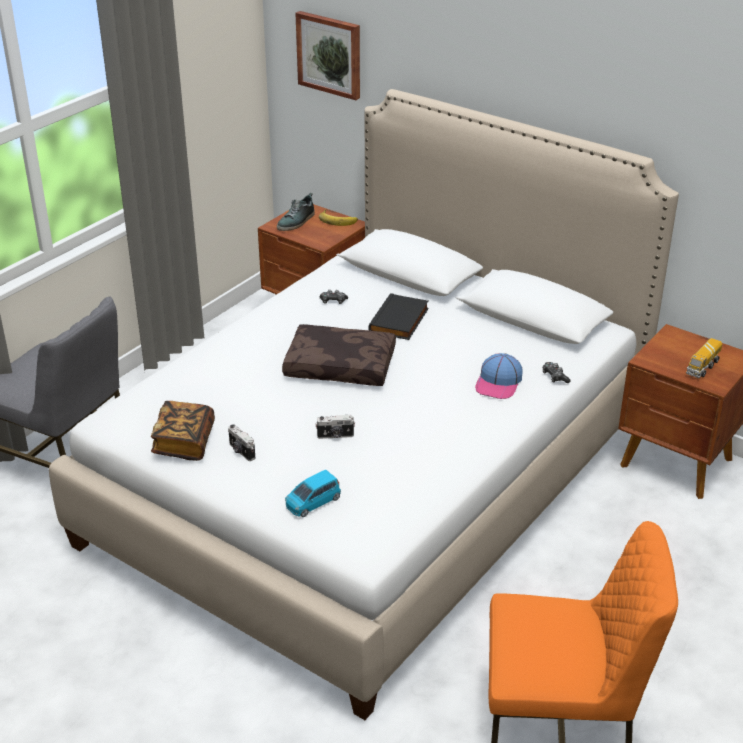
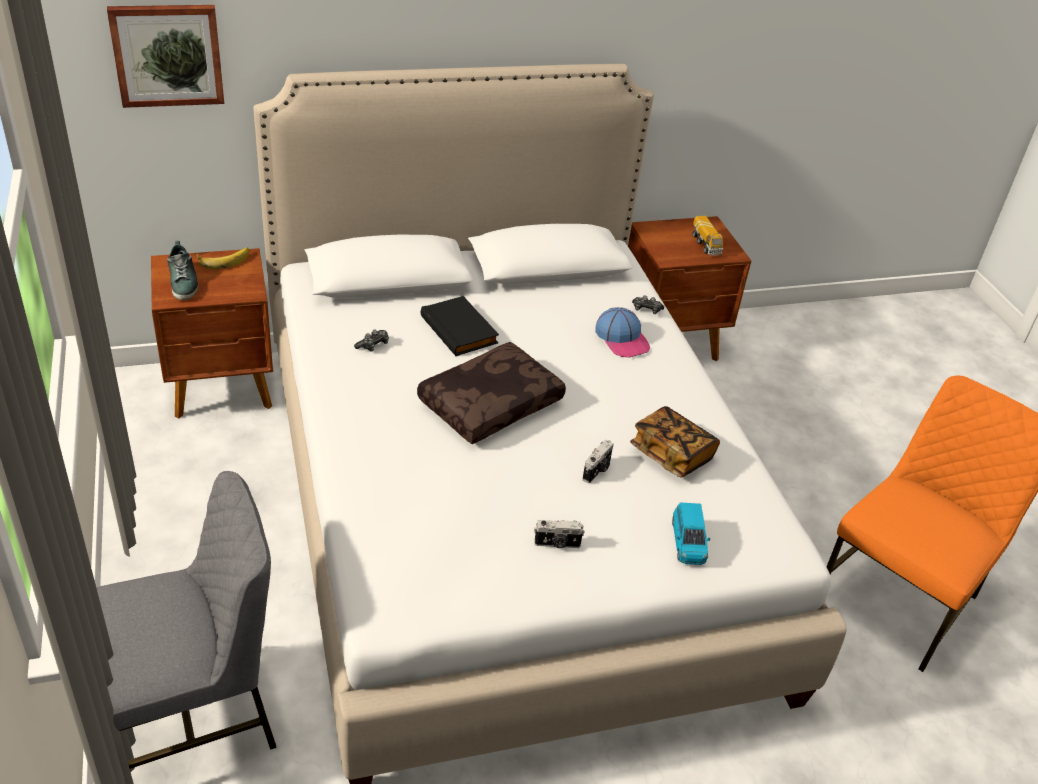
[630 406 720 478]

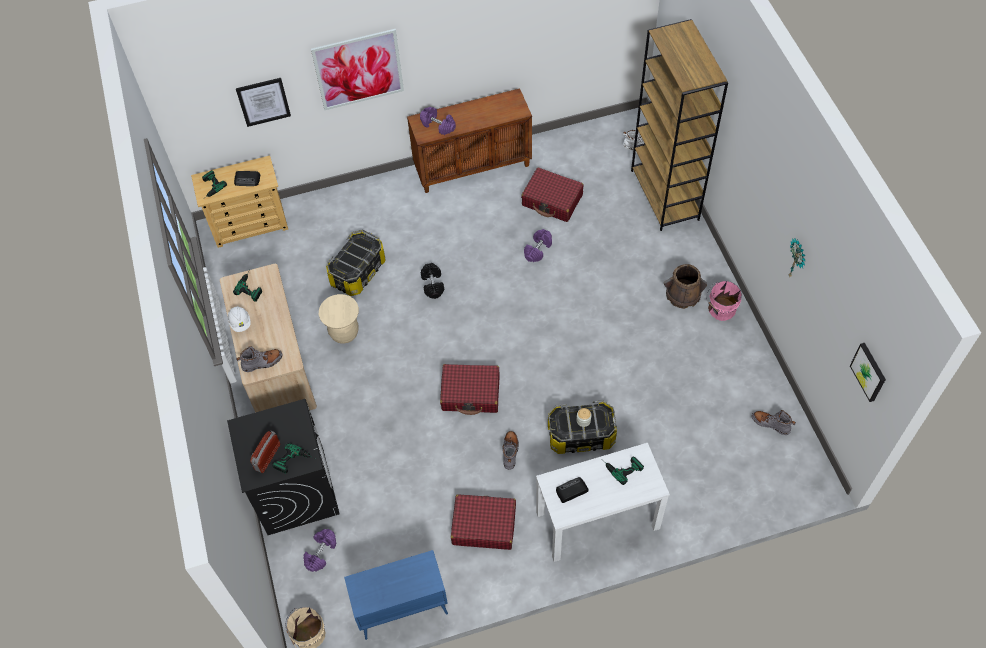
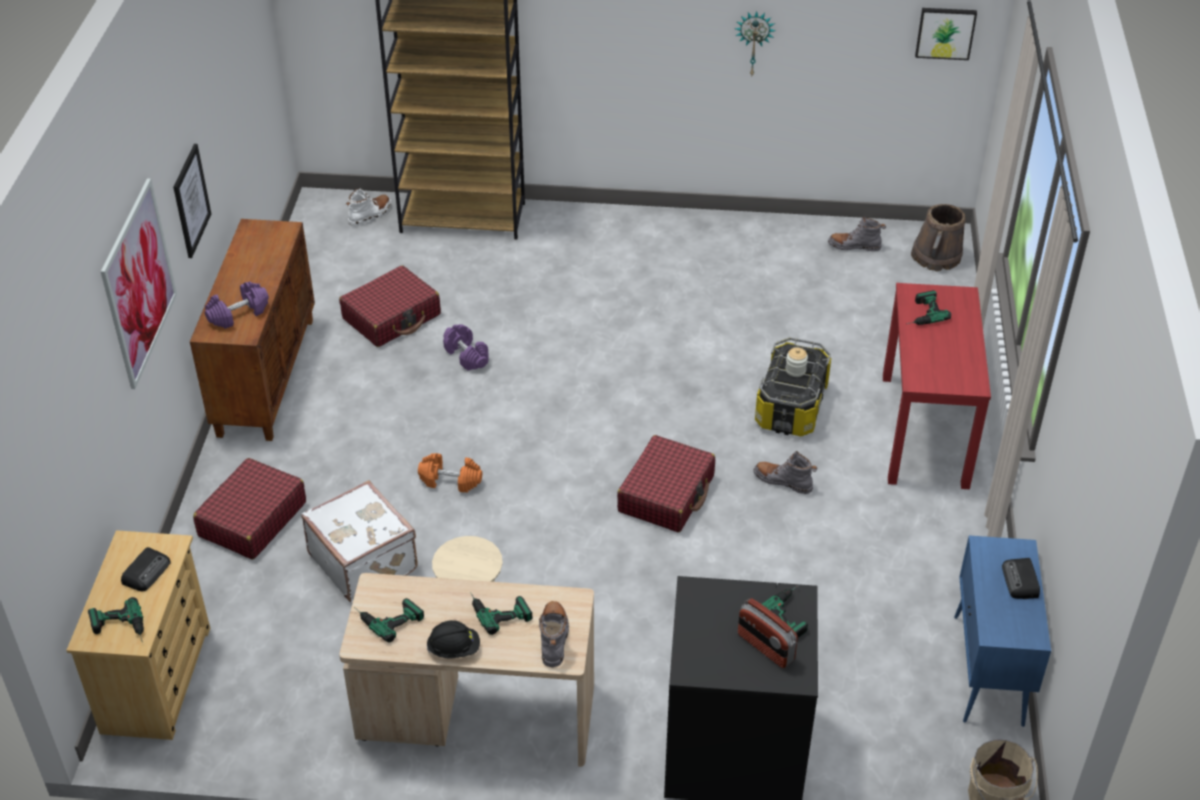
[173 144 211 258]
[301 480 418 603]
[418 453 482 493]
[911 204 966 271]
[706 281 742 321] (first image)
[427 620 480 659]
[828 216 886 251]
[883 283 991 489]
[1002 558 1040 599]
[193 458 306 559]
[303 529 337 572] (first image)
[470 592 533 635]

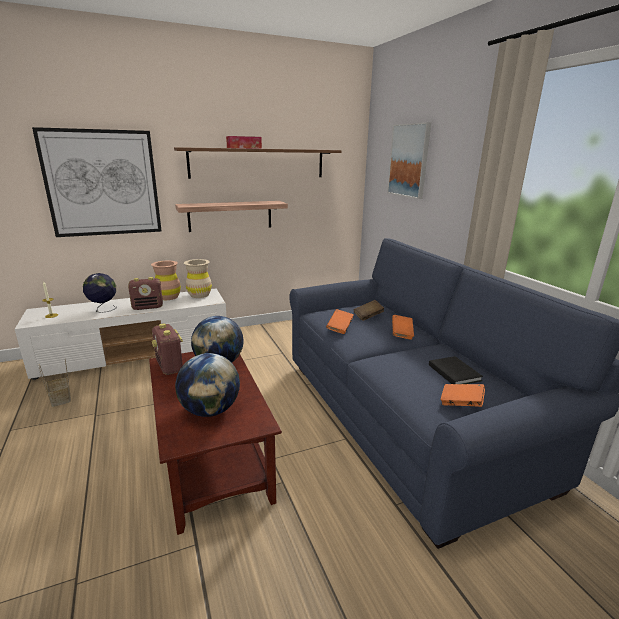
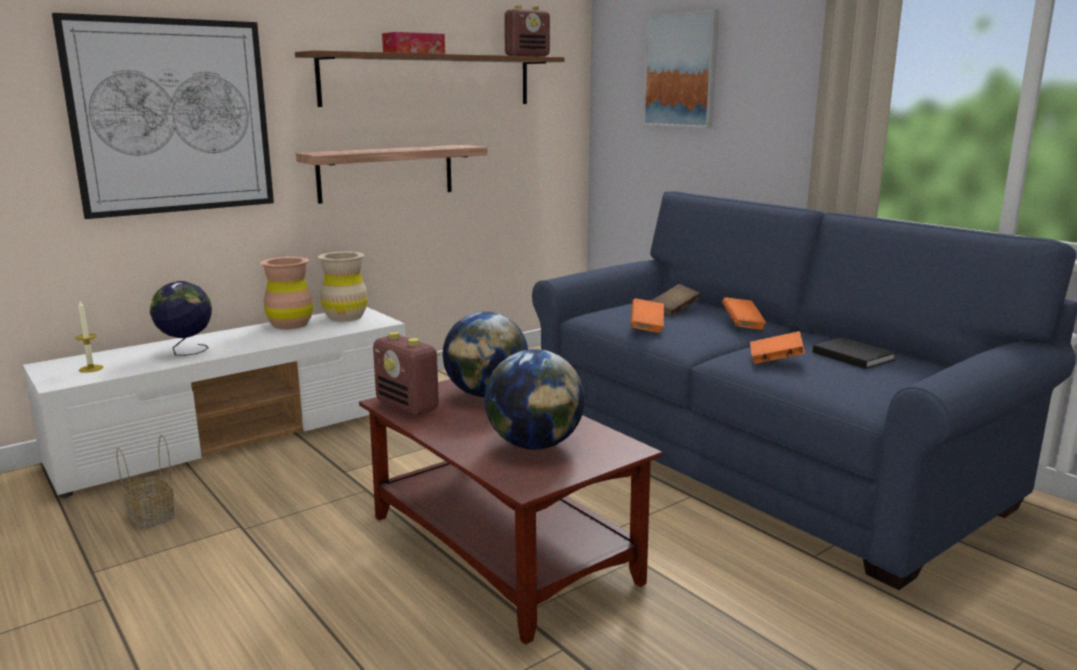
[504 5 550 57]
[750 331 805 364]

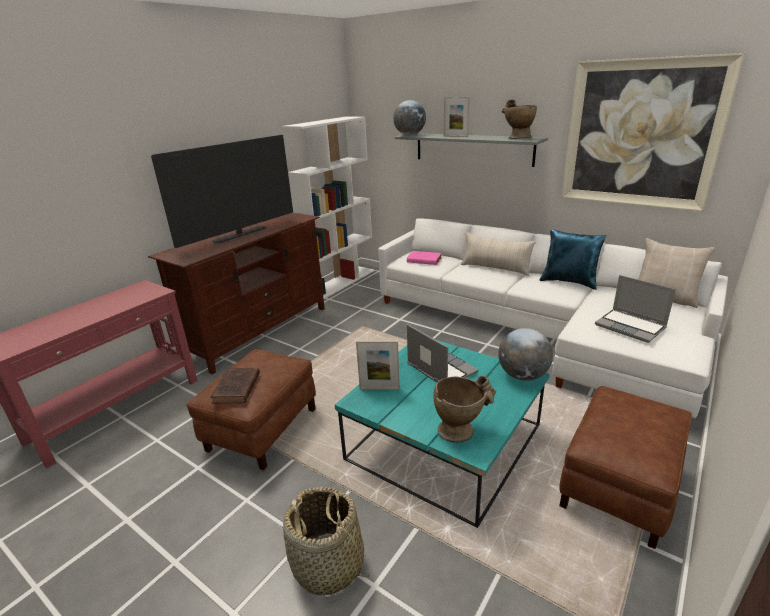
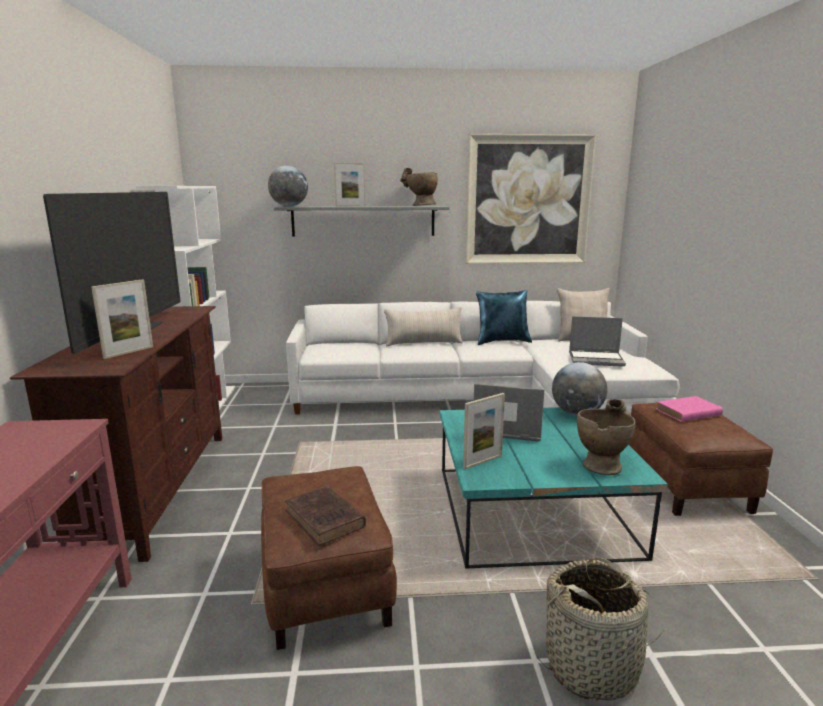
[656 396 723 422]
[91 279 153 359]

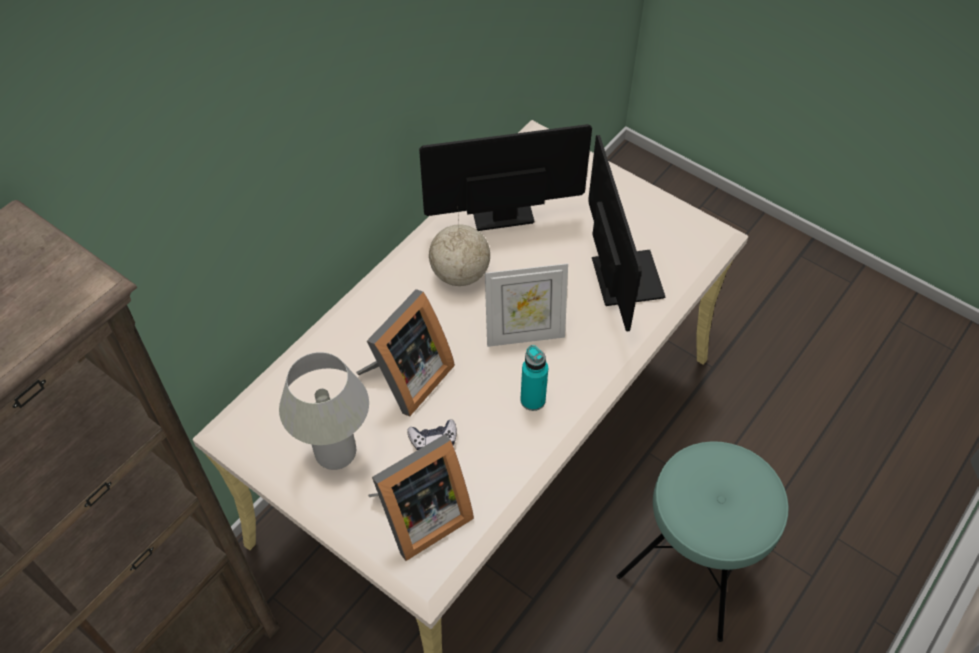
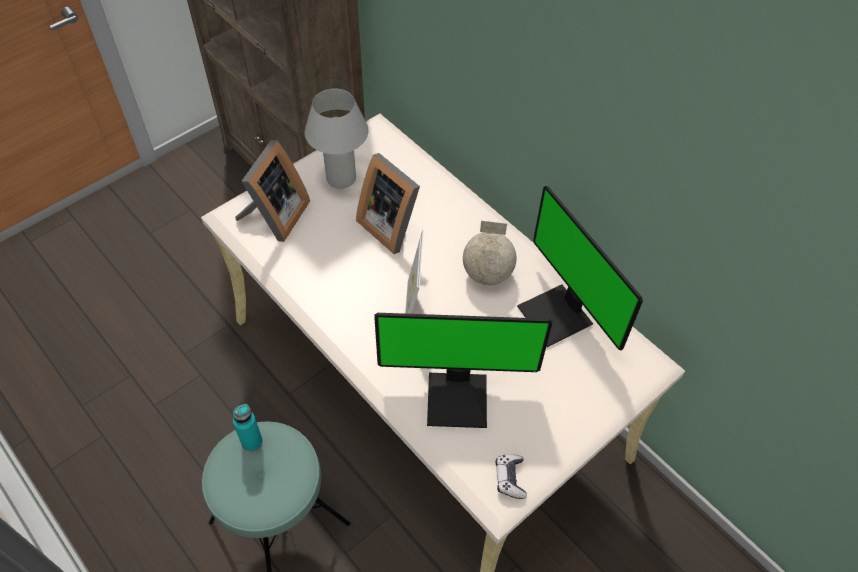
[517 186 643 350]
[233 404 263 451]
[496 454 527 499]
[235 140 310 242]

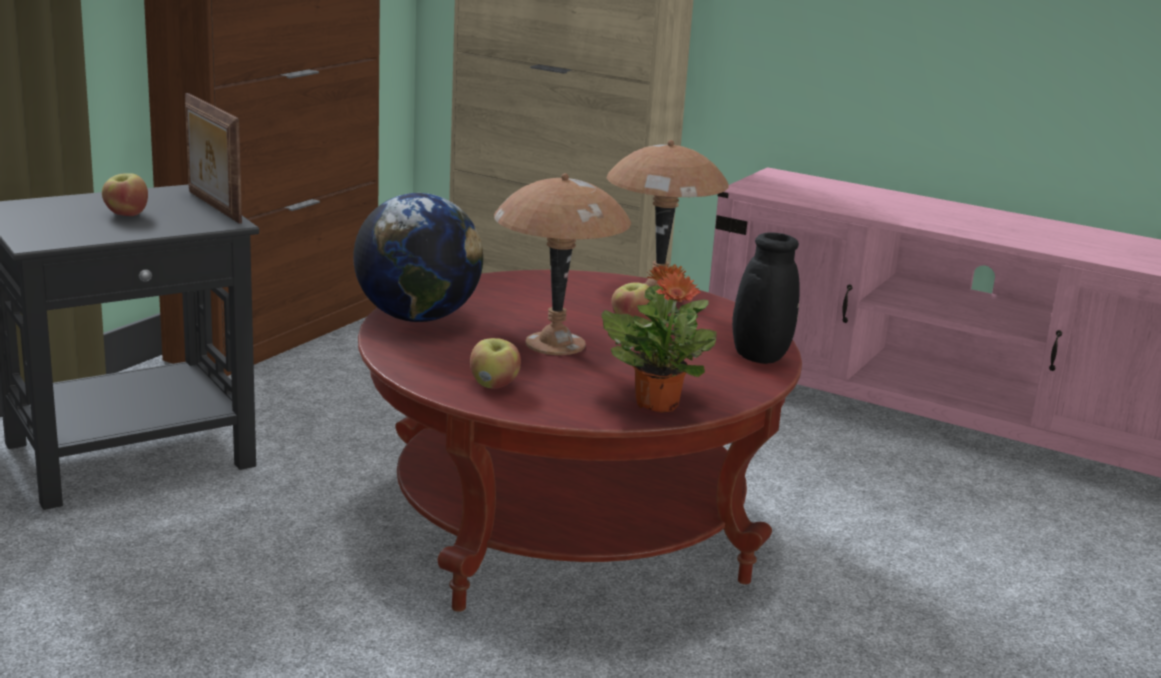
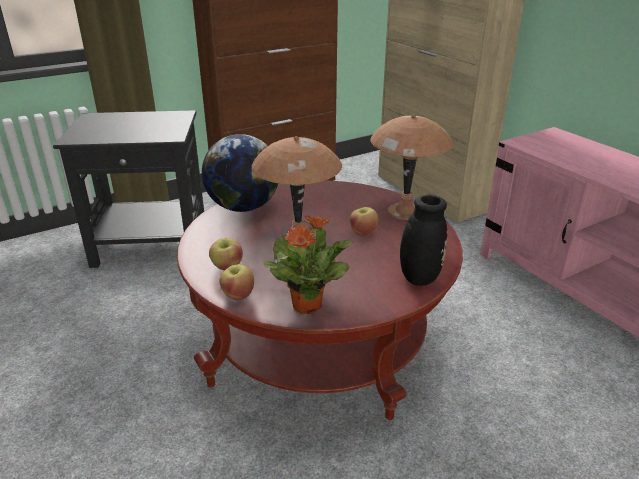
[185 93 242 224] (first image)
[219 264 254 300]

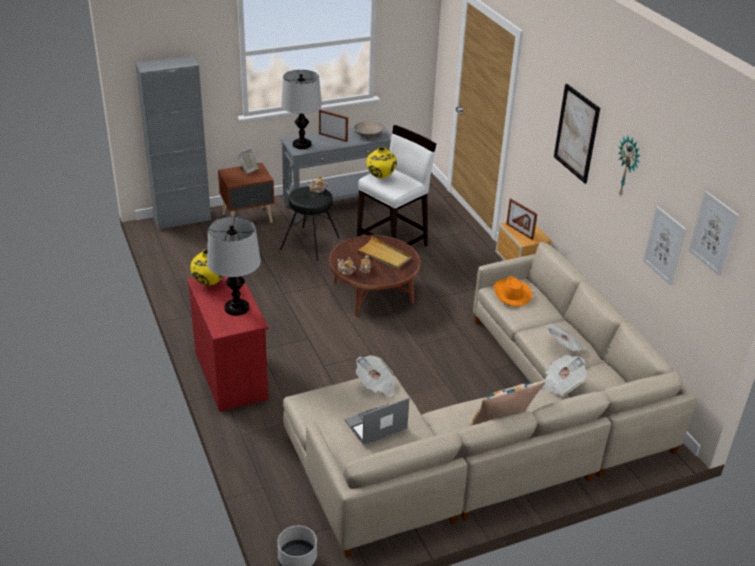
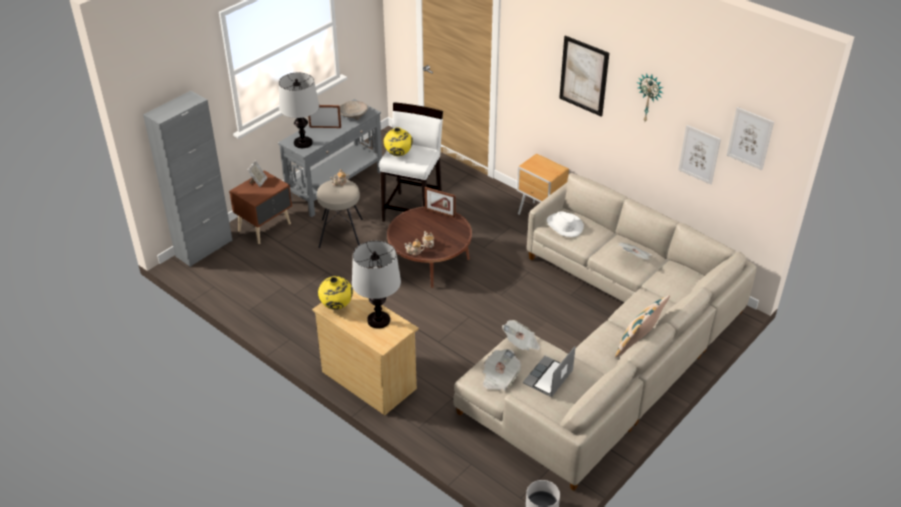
[317 180 363 248]
[425 187 456 218]
[355 237 412 269] (first image)
[312 289 419 415]
[547 211 584 237]
[483 349 521 391]

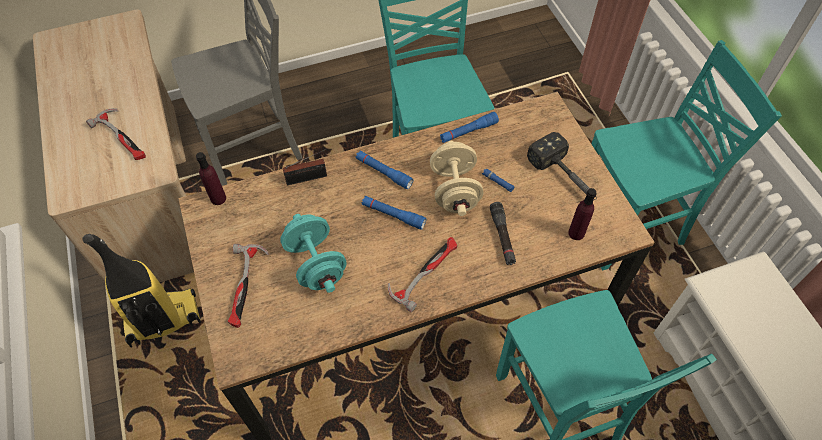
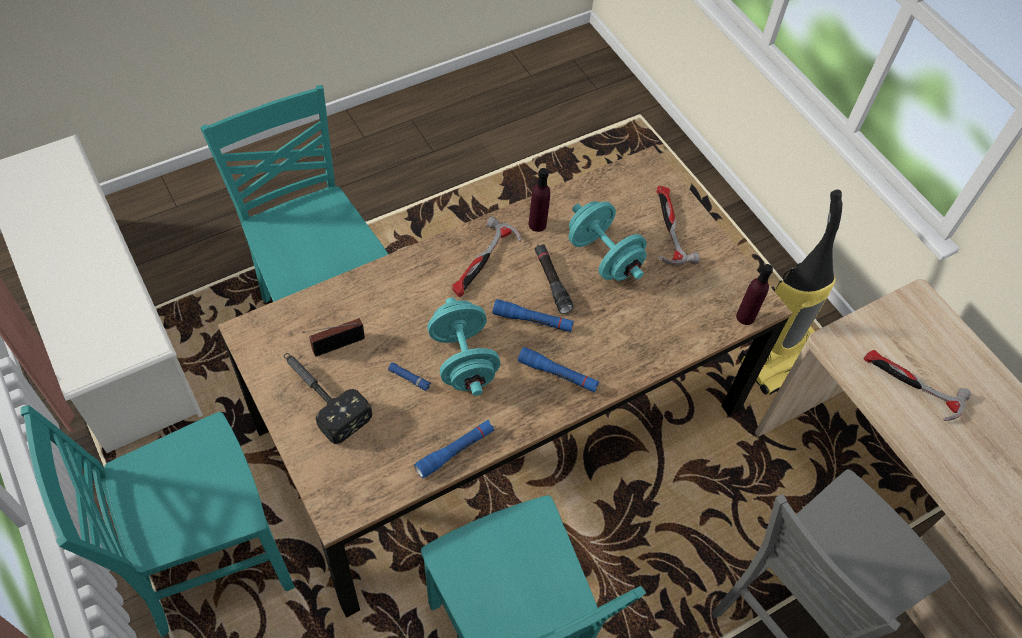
[427 297 500 396]
[302 318 365 357]
[529 168 550 232]
[535 244 574 314]

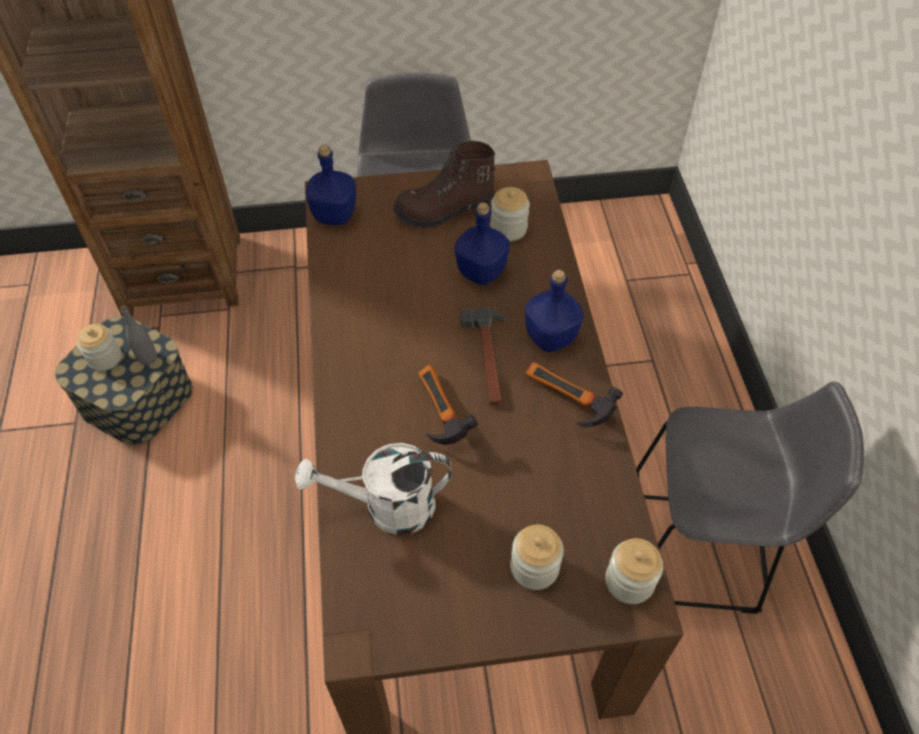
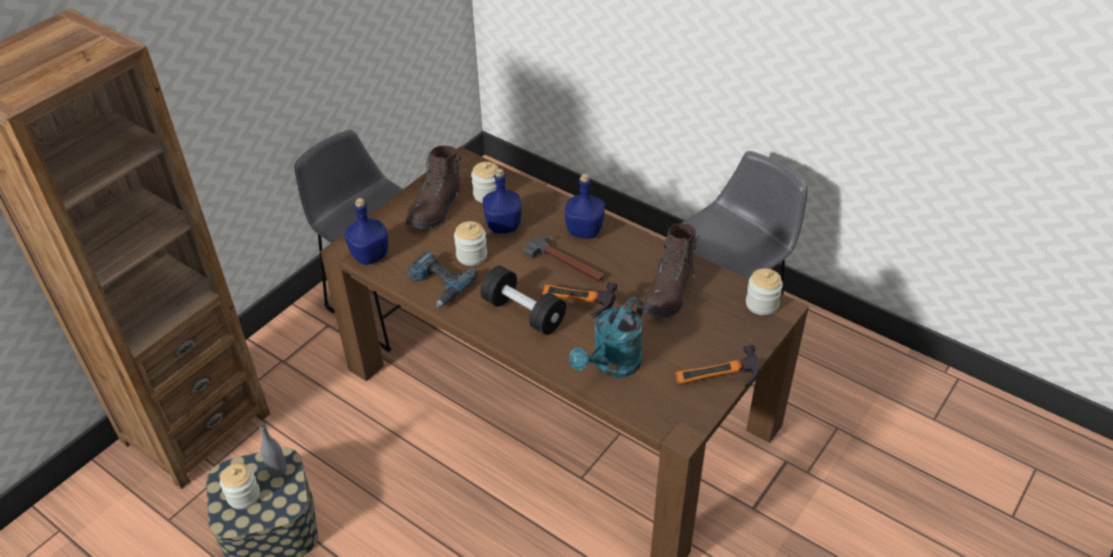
[675 345 759 387]
[569 297 643 378]
[454 221 487 266]
[643 223 699 318]
[407 251 478 308]
[481 266 566 335]

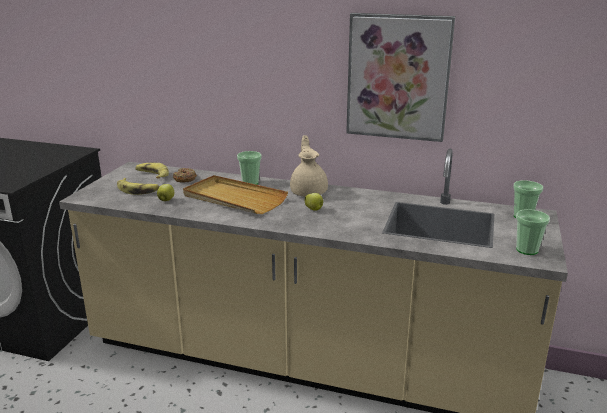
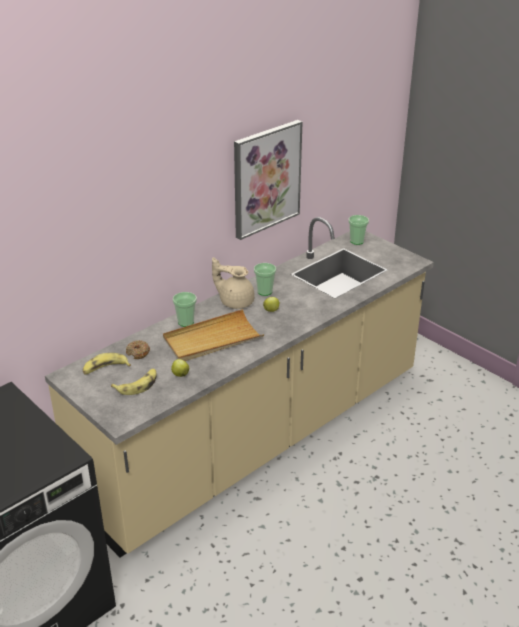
[254 263 276 296]

